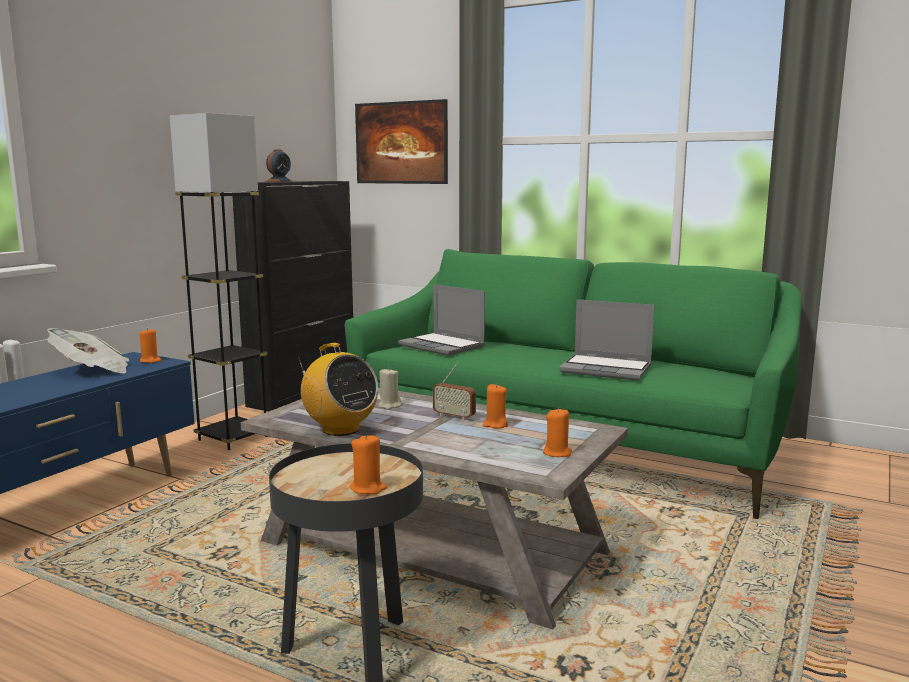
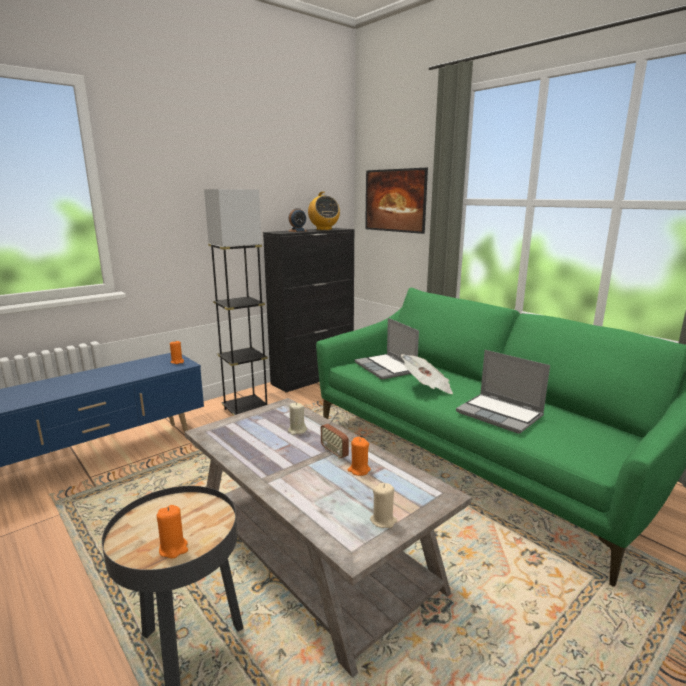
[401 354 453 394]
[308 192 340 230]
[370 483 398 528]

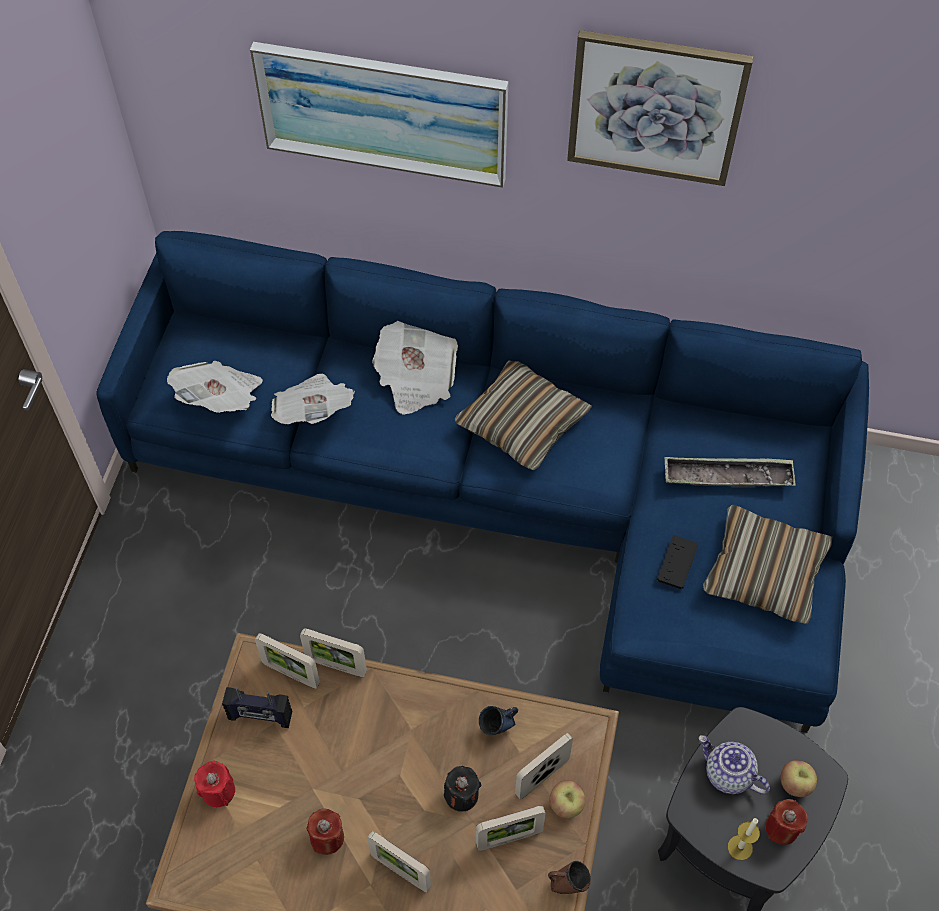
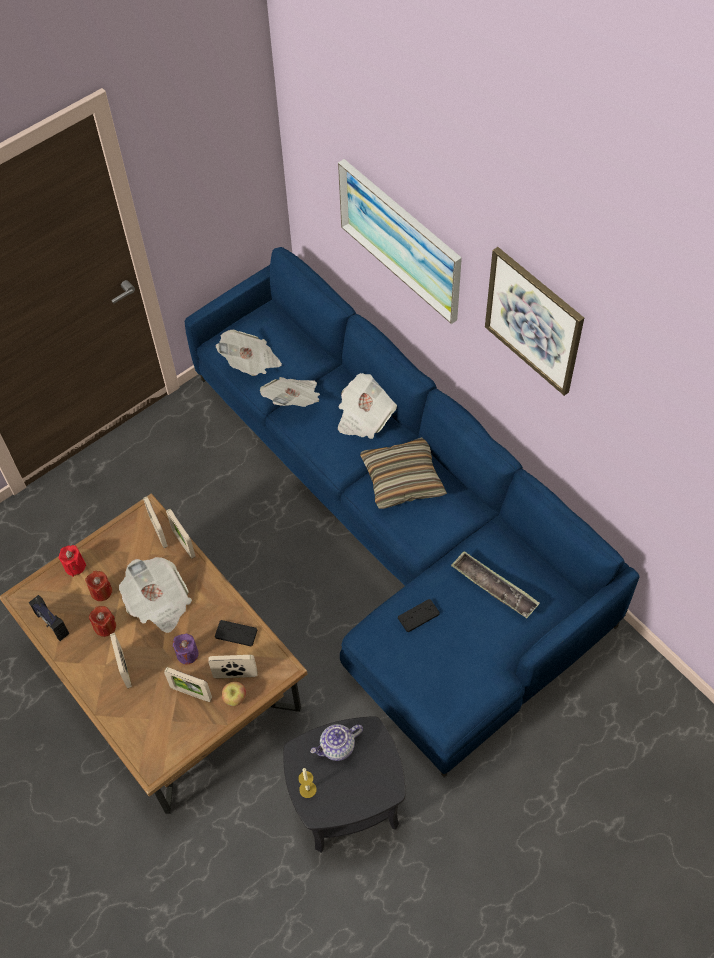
[703 505 833 624] (first image)
[29 595 69 641]
[215 620 257 646]
[310 724 363 761]
[781 760 817 797] (first image)
[173 634 199 664]
[85 571 112 601]
[548 861 591 894] (first image)
[119 557 192 633]

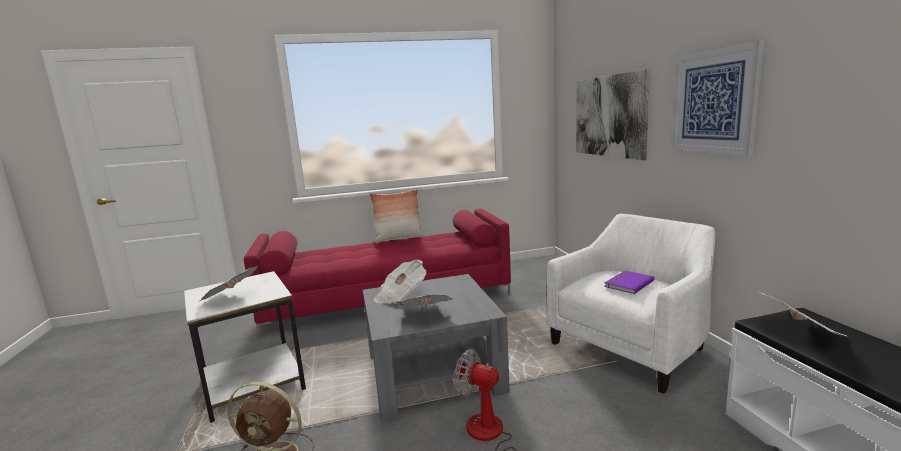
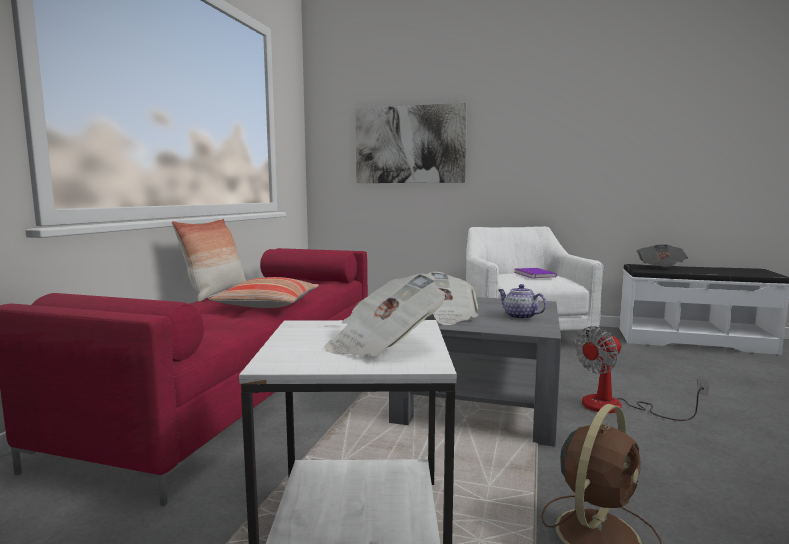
[671 40 764 156] (first image)
[498 284 547 319]
[208 277 319 308]

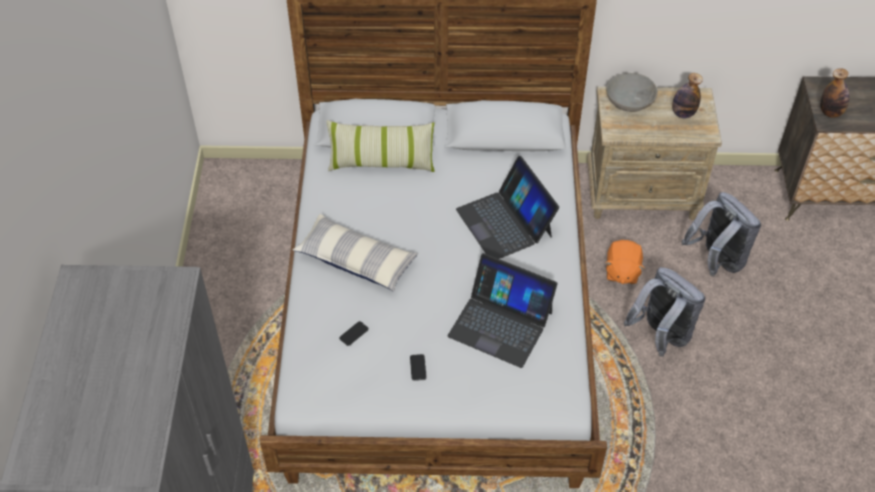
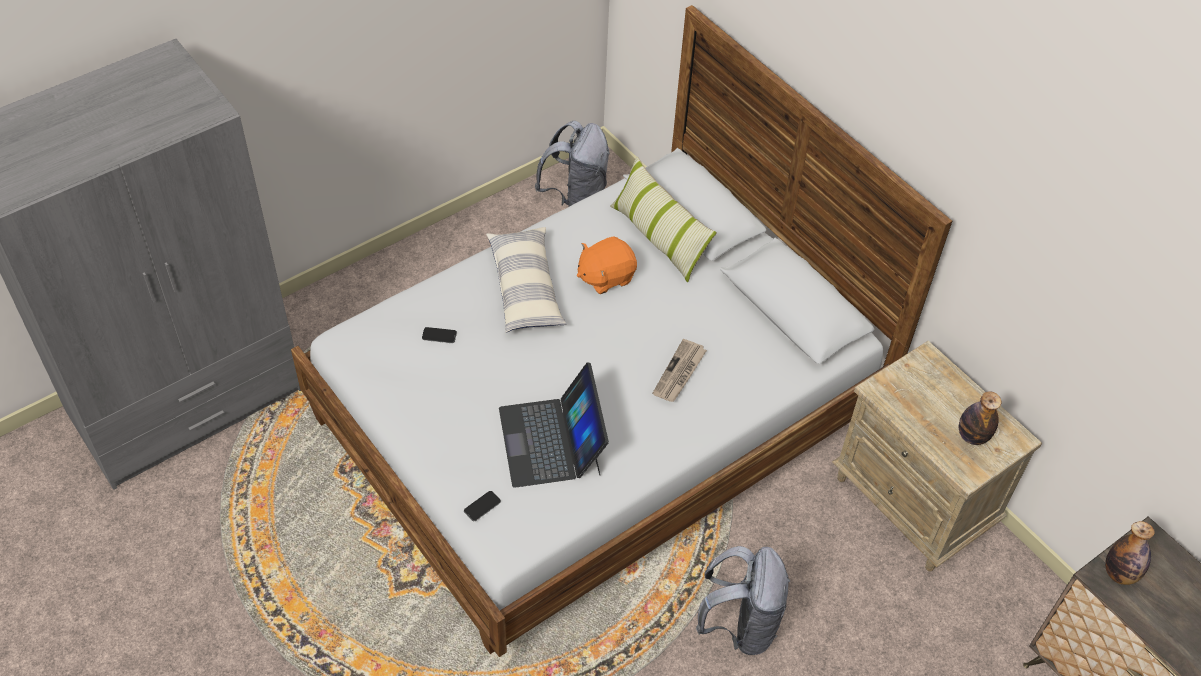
[606 73 658 112] (first image)
[652 339 707 402]
[535 121 610 207]
[577 236 637 294]
[464 491 501 521]

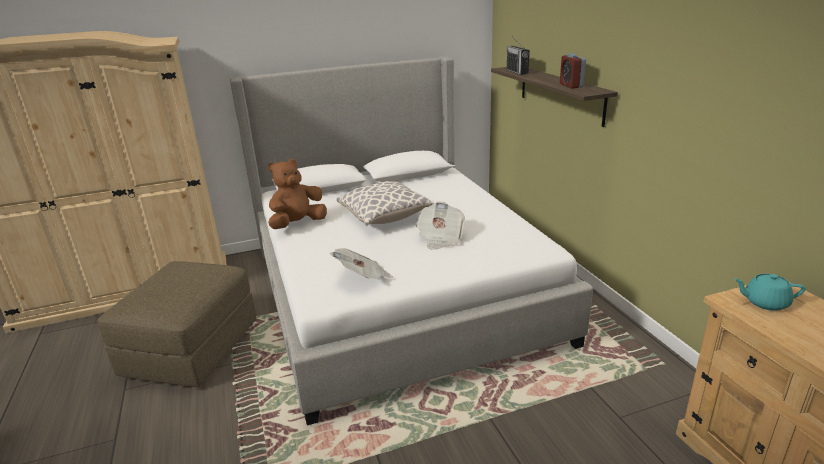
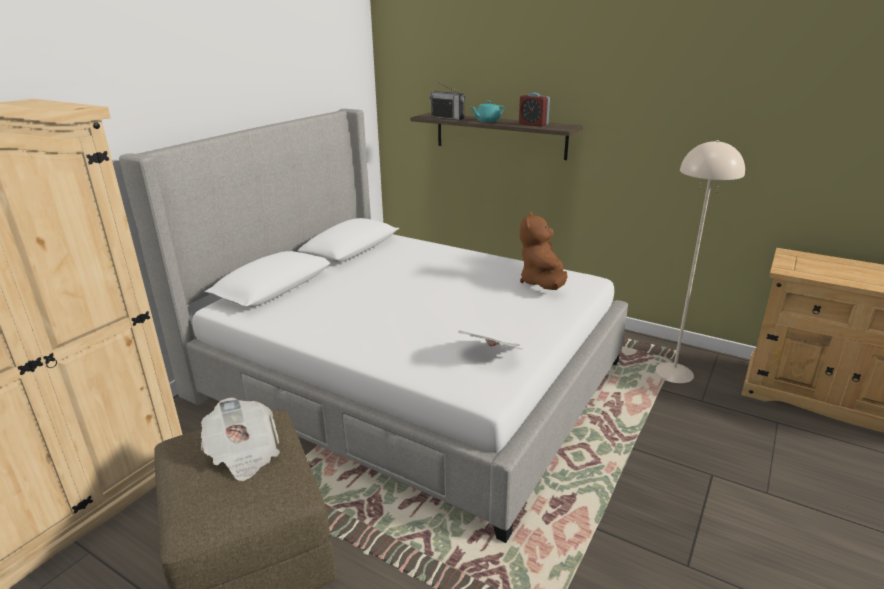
[520 212 567 290]
[337 181 434 226] (first image)
[201 397 280 481]
[471 101 504 122]
[656 140 745 383]

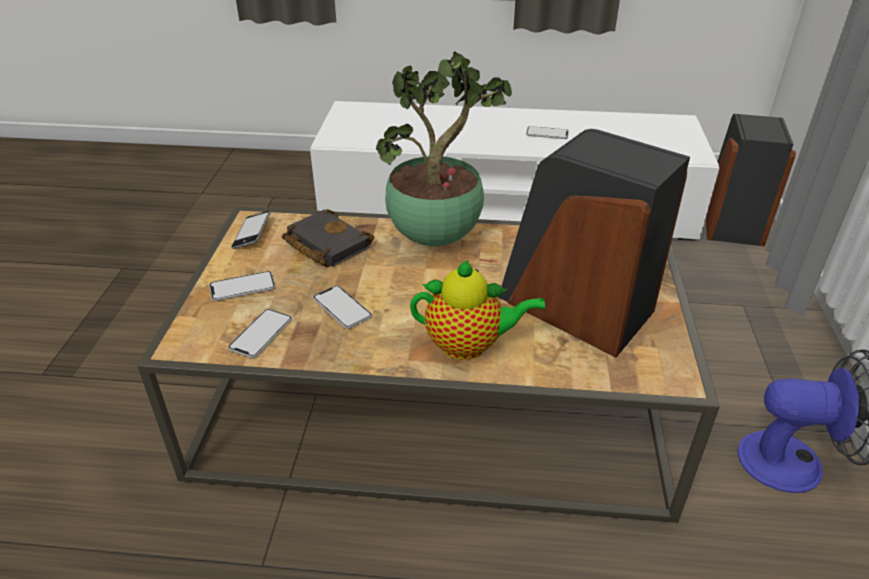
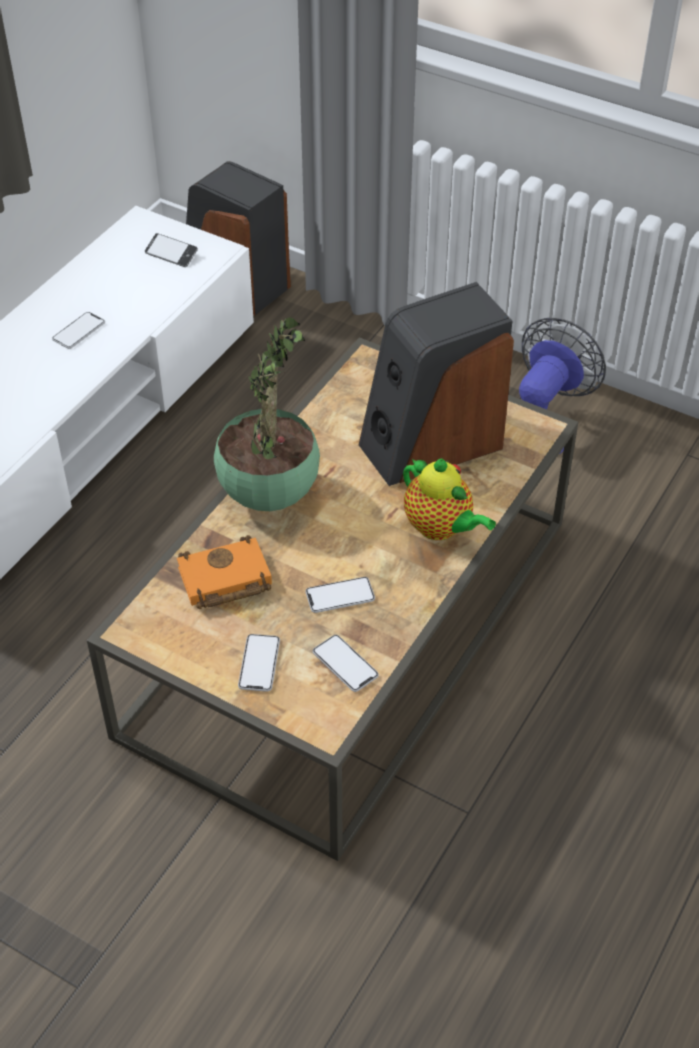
[177 535 272 609]
[145 233 198 267]
[403 459 496 540]

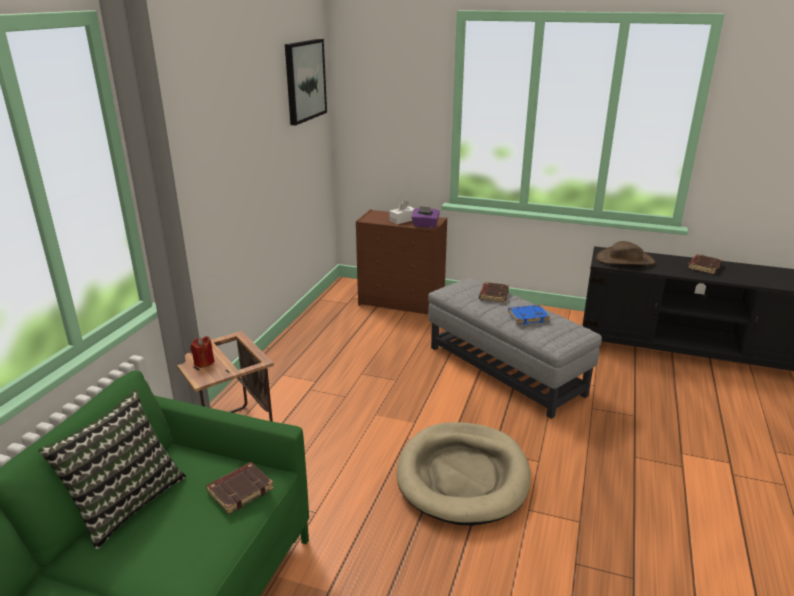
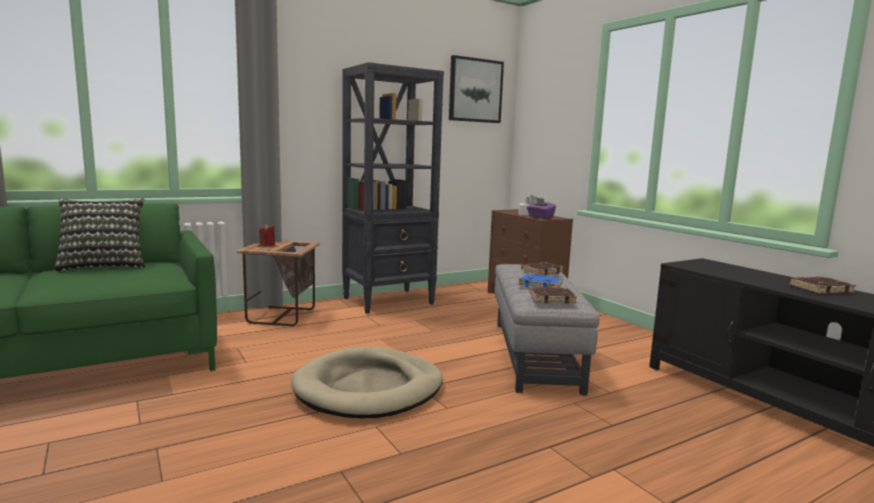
[596 241 655 265] (first image)
[529 287 577 304]
[342 62 444 314]

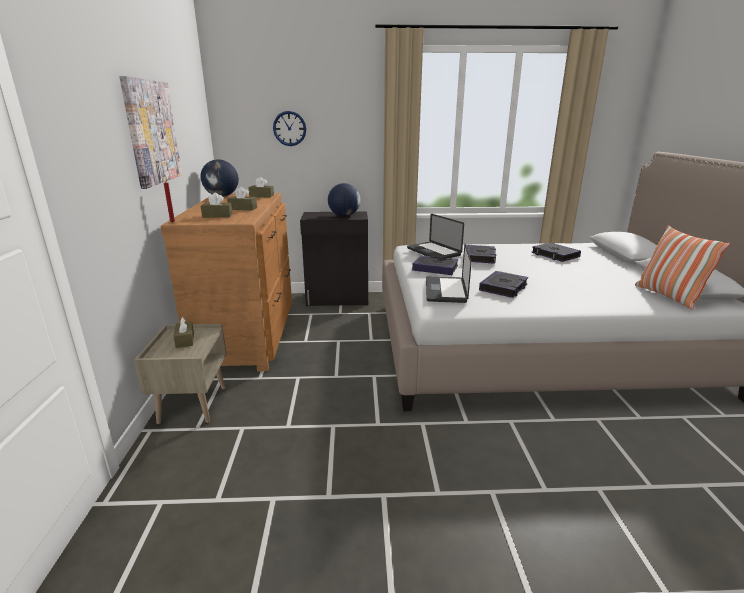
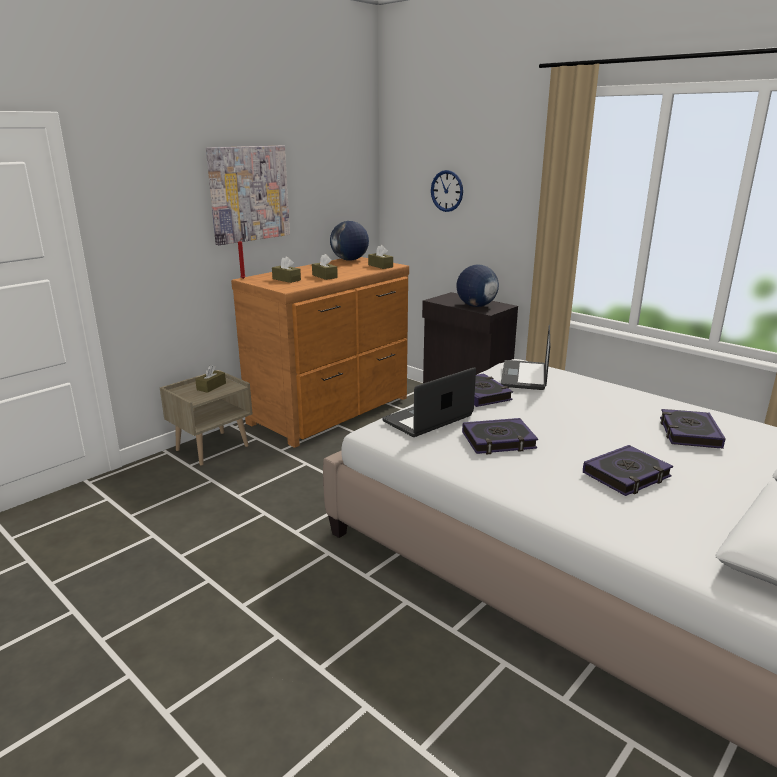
[635 225 730 309] (first image)
[583 445 673 496]

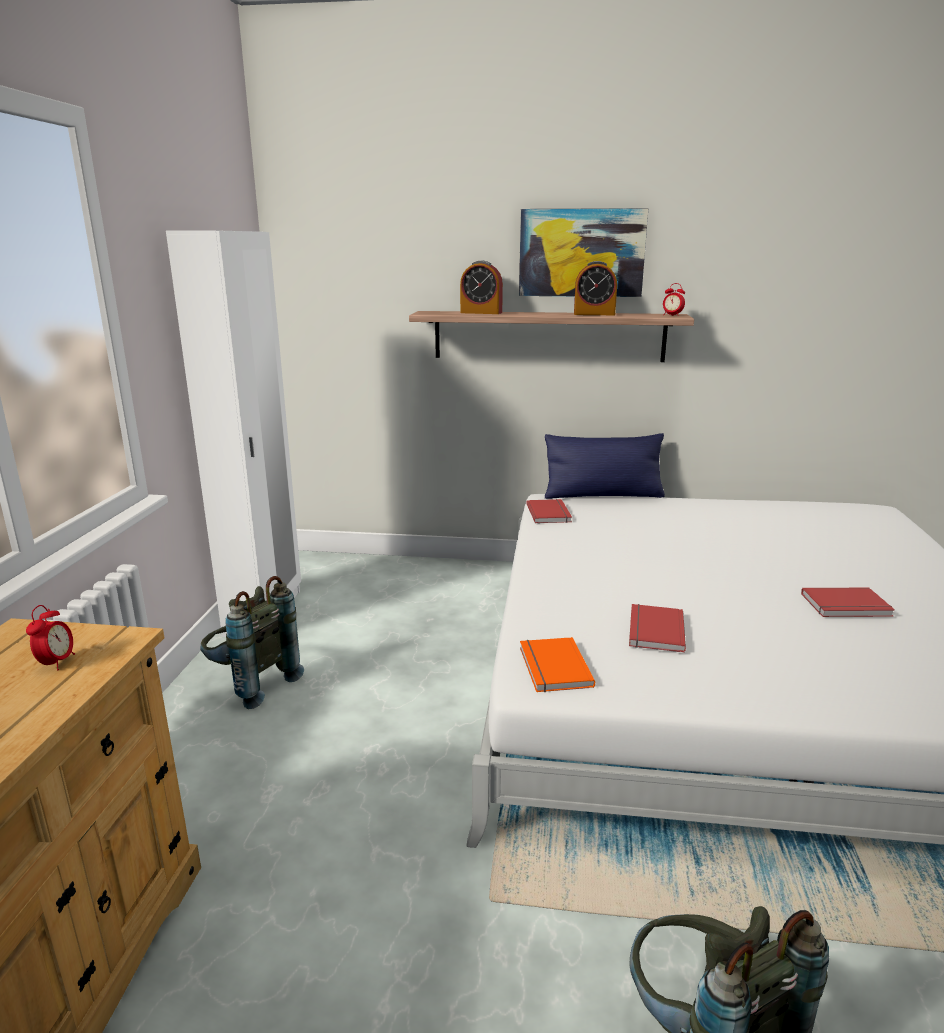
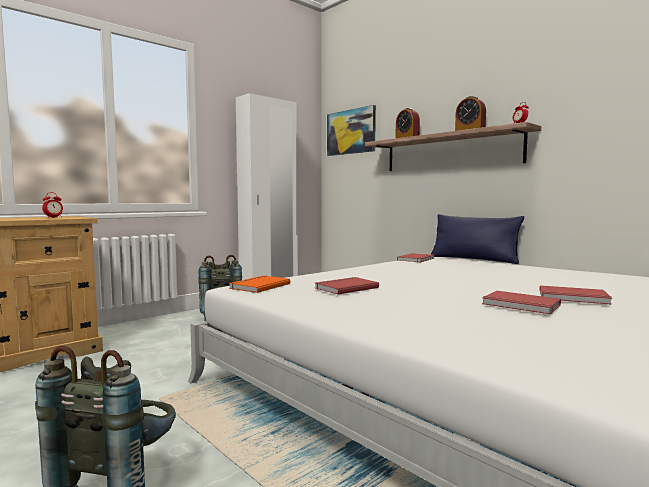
[327 105 376 156]
[540 285 612 305]

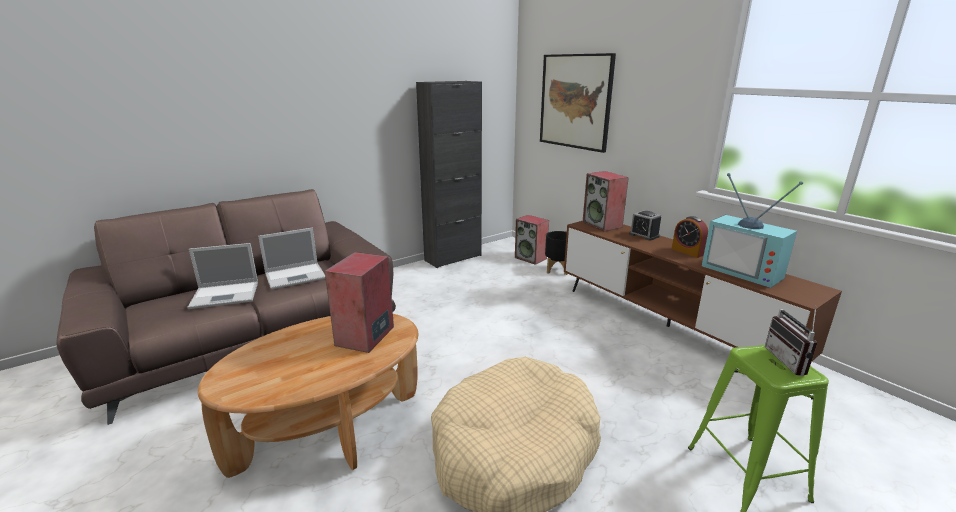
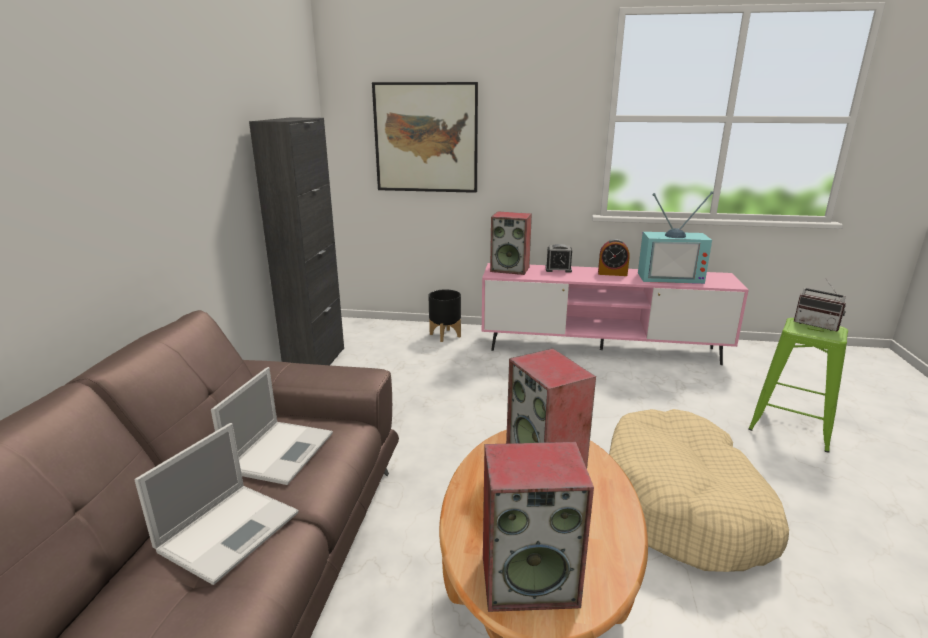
[483 442 594 612]
[482 263 749 365]

